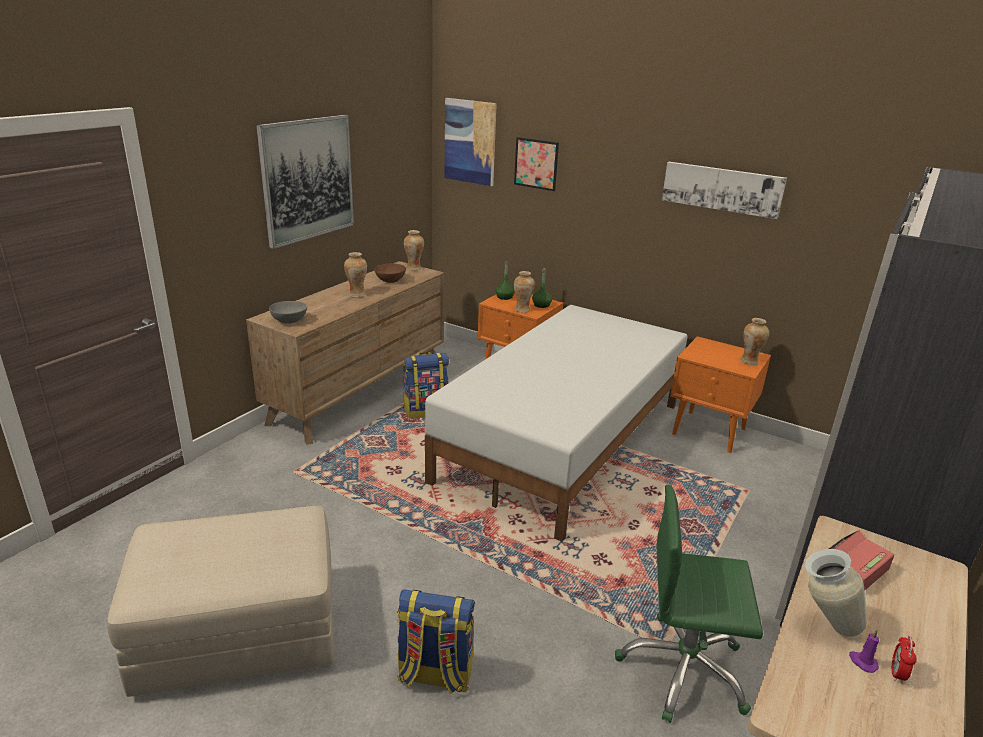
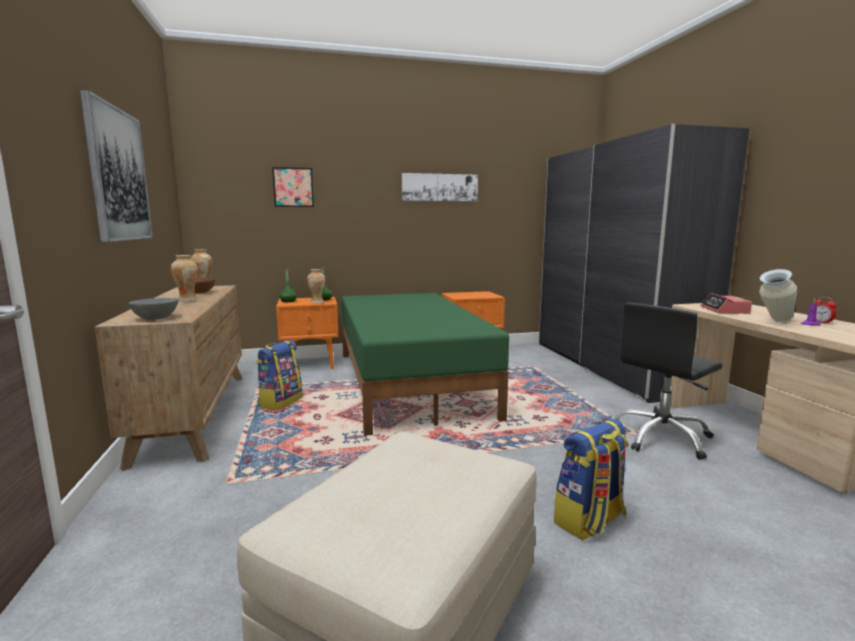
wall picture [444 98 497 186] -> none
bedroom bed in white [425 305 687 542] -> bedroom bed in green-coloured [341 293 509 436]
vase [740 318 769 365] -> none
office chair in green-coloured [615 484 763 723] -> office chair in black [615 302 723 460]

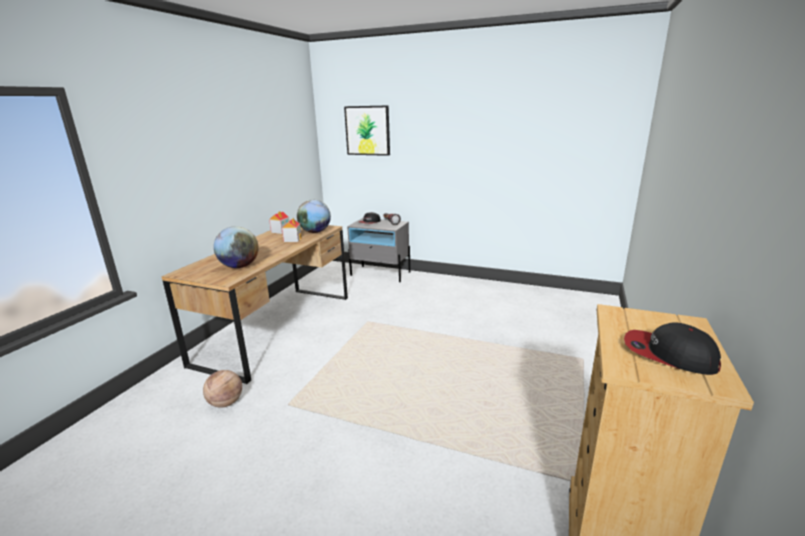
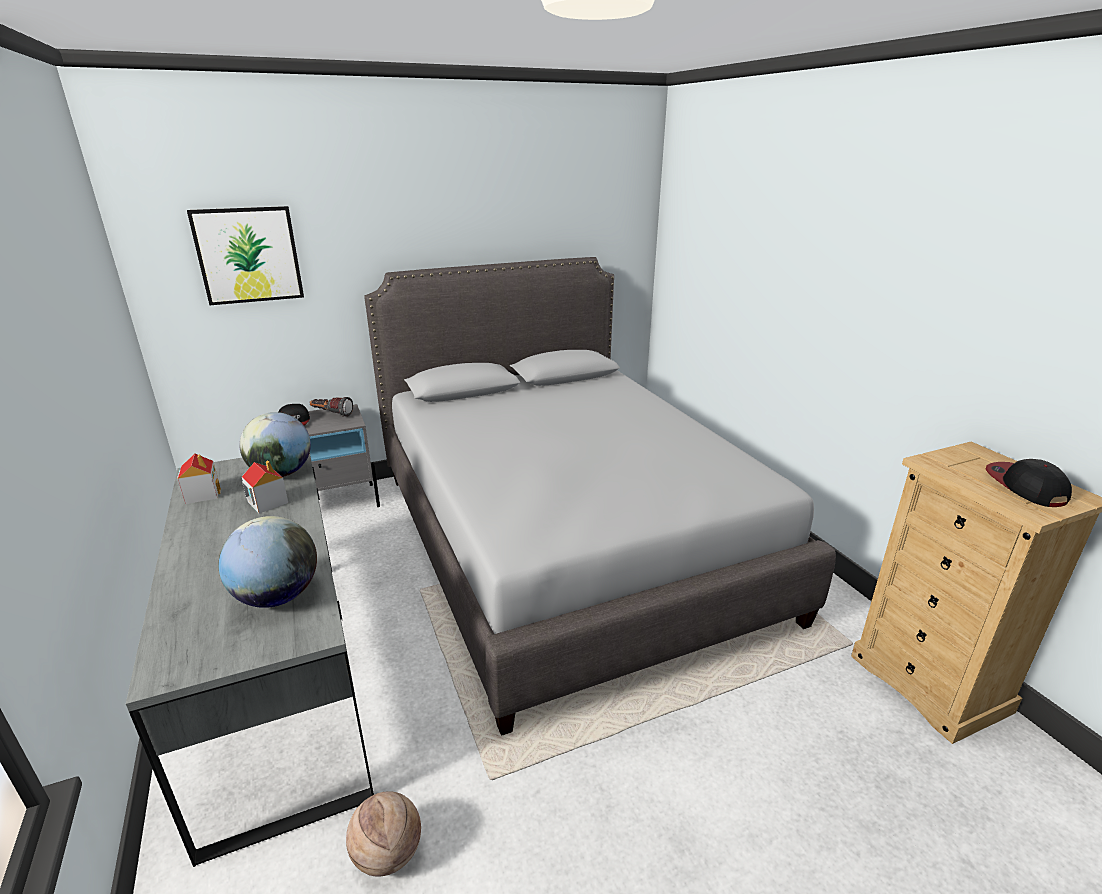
desk in brown-coloured [161 225 348 384] -> desk in grey [126 453 374 867]
baseball cap [624 322 721 375] -> baseball cap [986 459 1072 507], 90 degrees clockwise
none -> bedroom bed in grey [364 257 836 736]

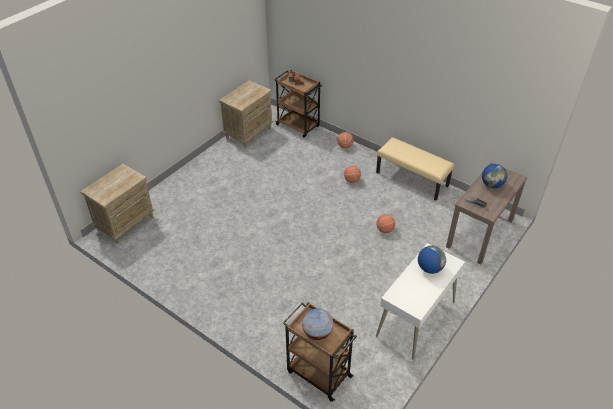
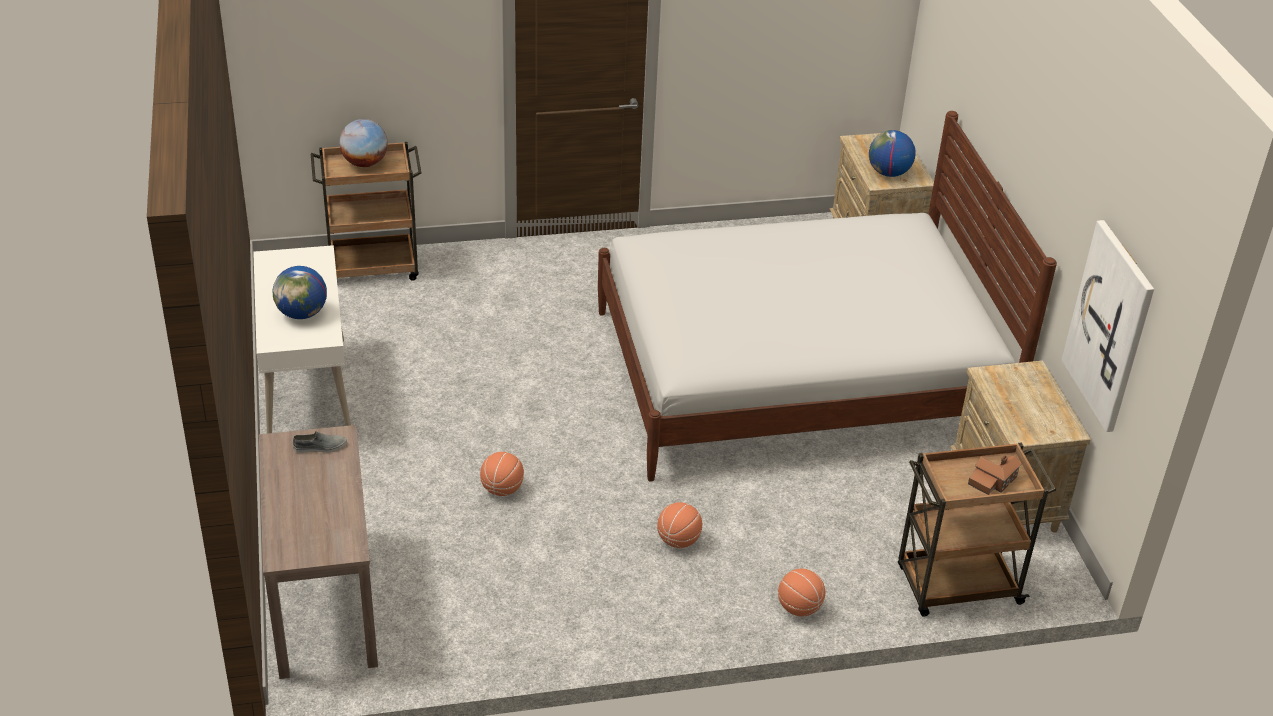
bench in beige [376 137 454 200] -> none
globe [482 164 507 188] -> globe [869 130 916 177], relocated
none -> bedroom bed in white [598 111 1057 482]
none -> wall picture [1062 220 1154 432]

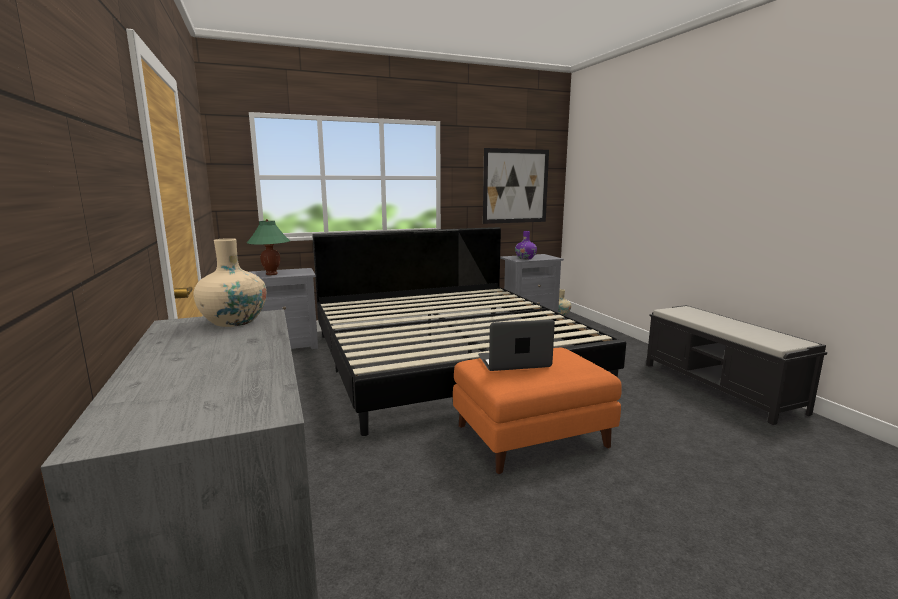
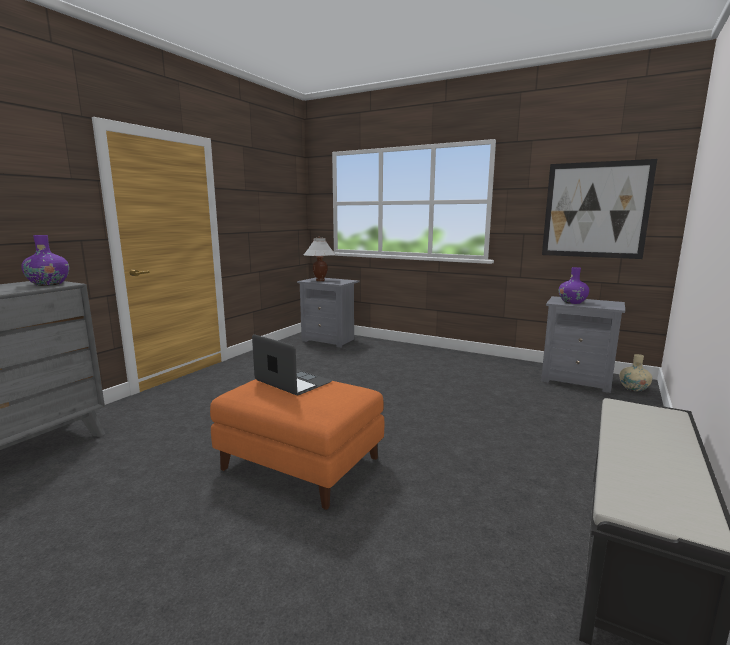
tabletop lamp in green-coloured [246 219 290 275] -> tabletop lamp in white [304 236 336 281]
bedroom bed [312 227 626 436] -> none
vase in beige [193 238 267 327] -> vase in purple [21 235 69 286]

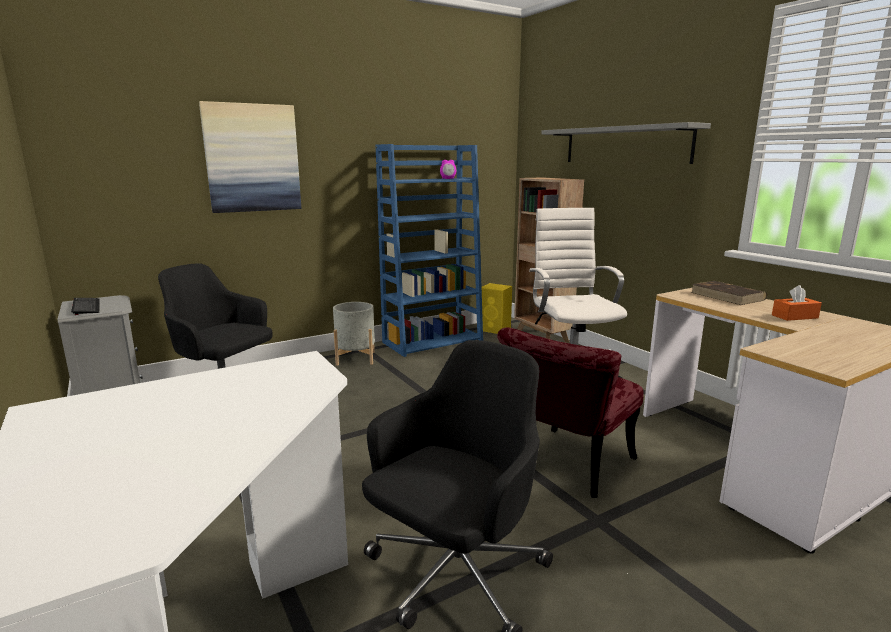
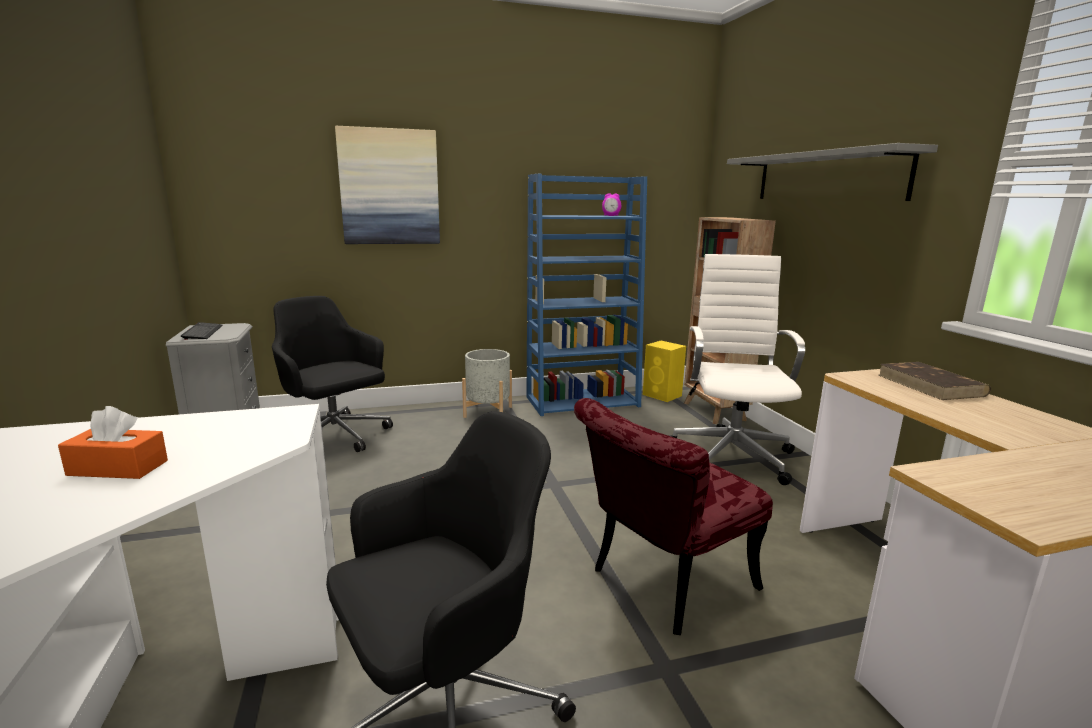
box of tissues in orange-coloured [772 285 822 321] -> box of tissues in orange-coloured [58 406 168 479], relocated

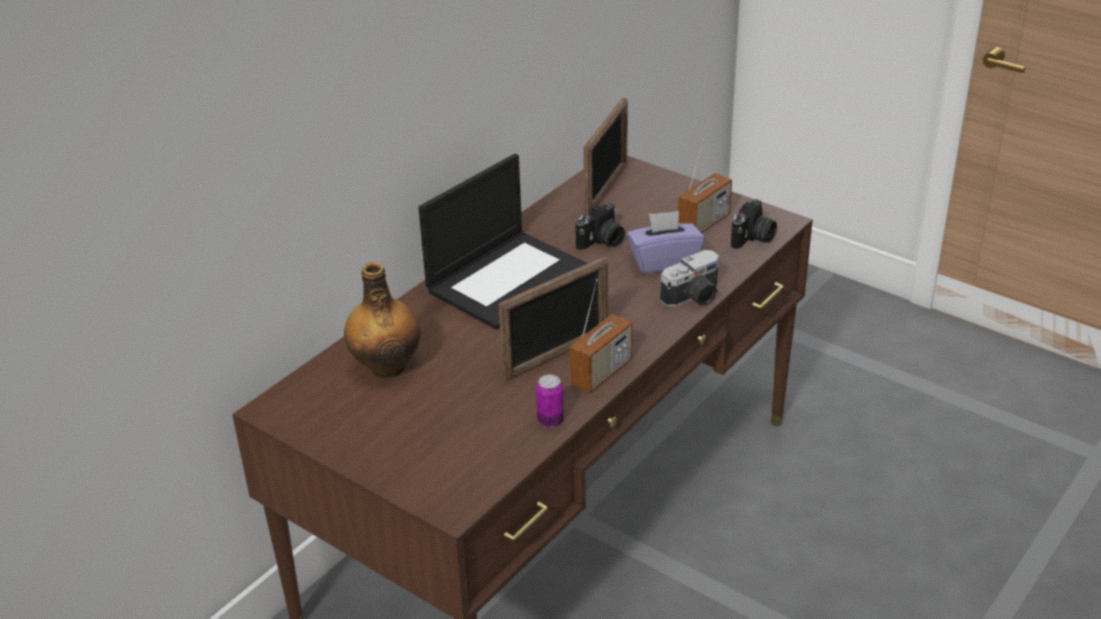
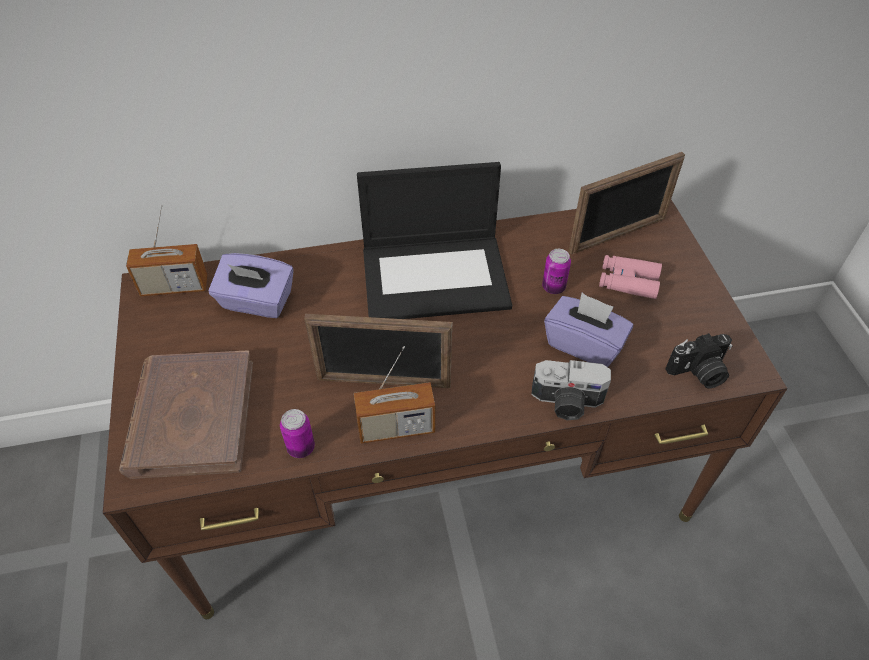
radio set [678 139 732 233] -> radio set [126 205 207 296], relocated
still camera [575 203 625 250] -> metal can [542 249 571 294]
beverage bottle [344 262 420 378] -> box of tissues in purple [208 253 294 318]
none -> pair of binoculars in pink-coloured [599 255 662 299]
none -> bound book in brown-coloured [119 350 253 479]

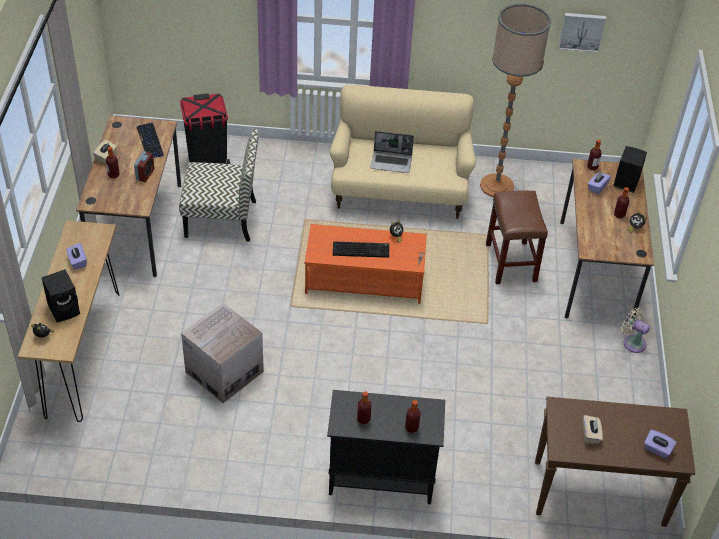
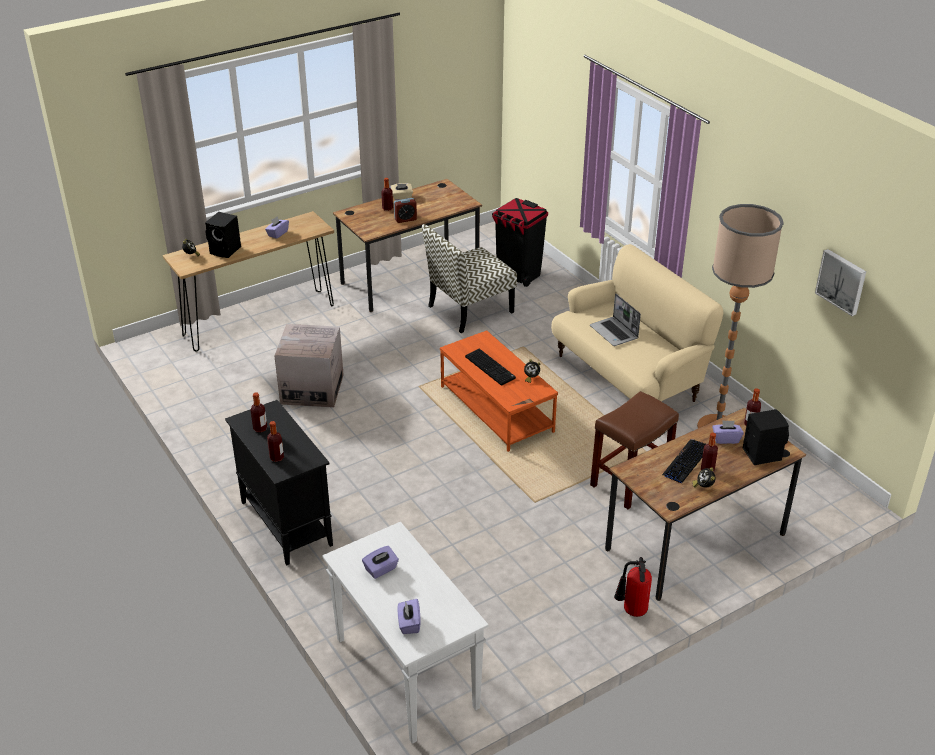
PC keyboard [137 123 164 158] -> PC keyboard [662 440 706 484], relocated
plain chair [179 129 259 242] -> plain chair [422 224 517 333], 90 degrees clockwise
fan in beige [621 308 650 353] -> extinguisher [614 557 652 617]
narrow table in brown-coloured [535 397 695 527] -> narrow table in white [322 522 489 744]
box of tissues in beige [583 415 603 444] -> box of tissues in purple [362 546 399 579]

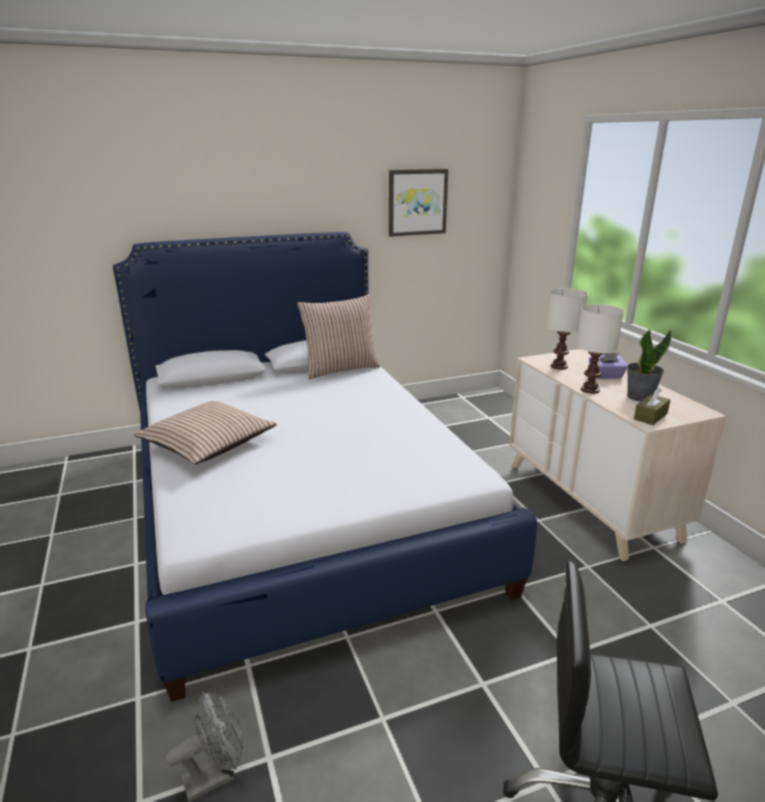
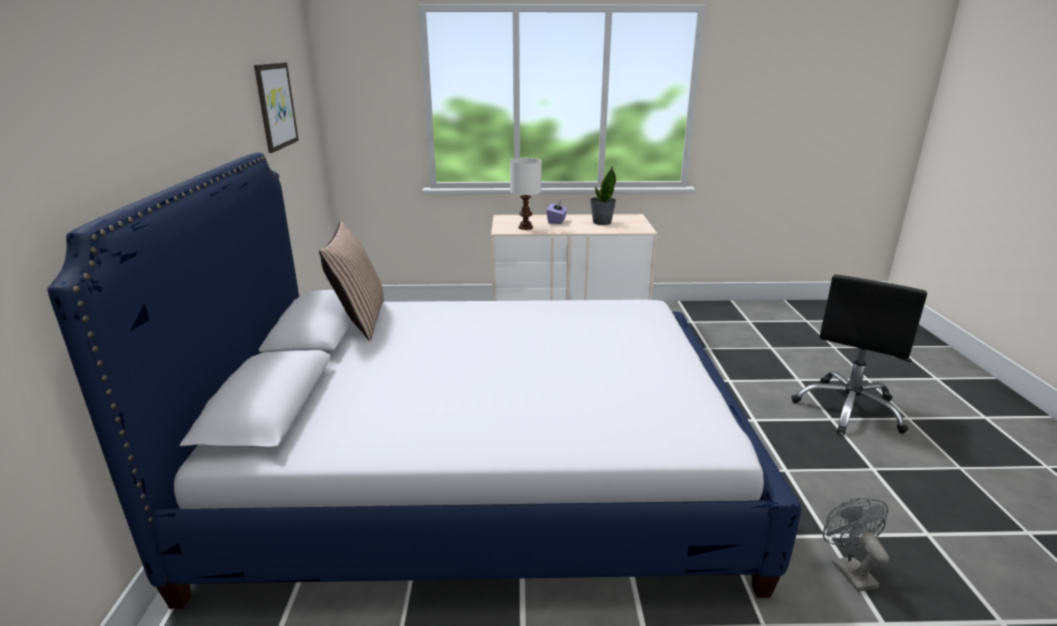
tabletop lamp in white [576 304 624 394] -> none
box of tissues in brown-coloured [634 388 670 425] -> none
cushion [134 401 277 464] -> none

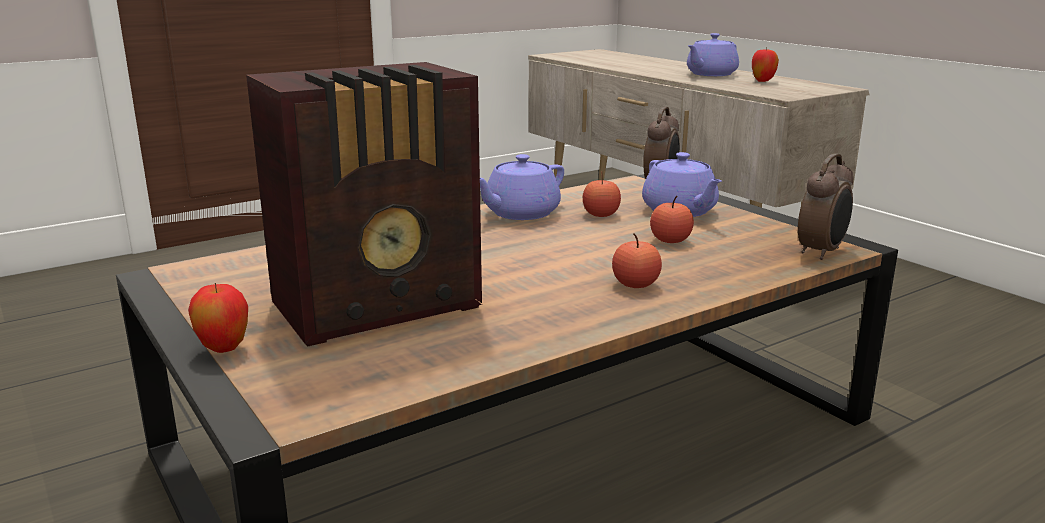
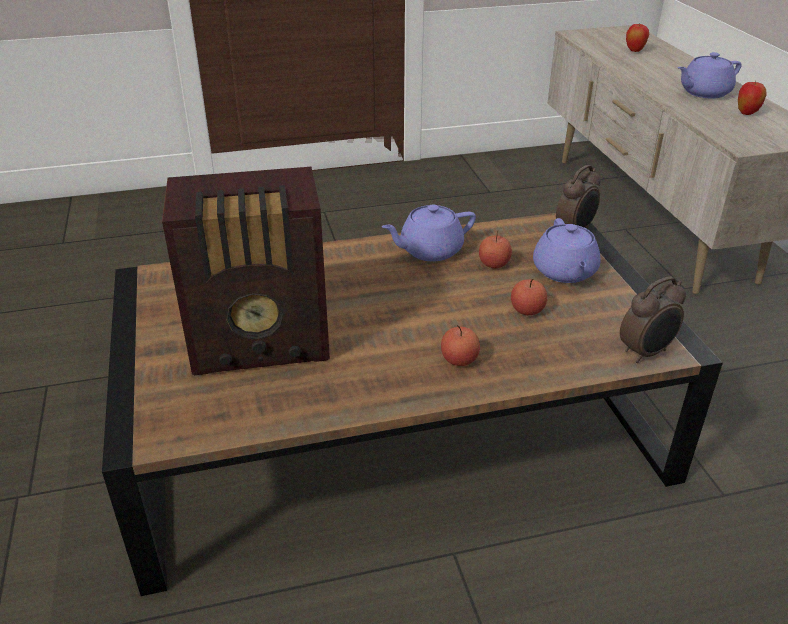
whole apple [188 283 248 353] -> whole apple [626 24 649 52], relocated

